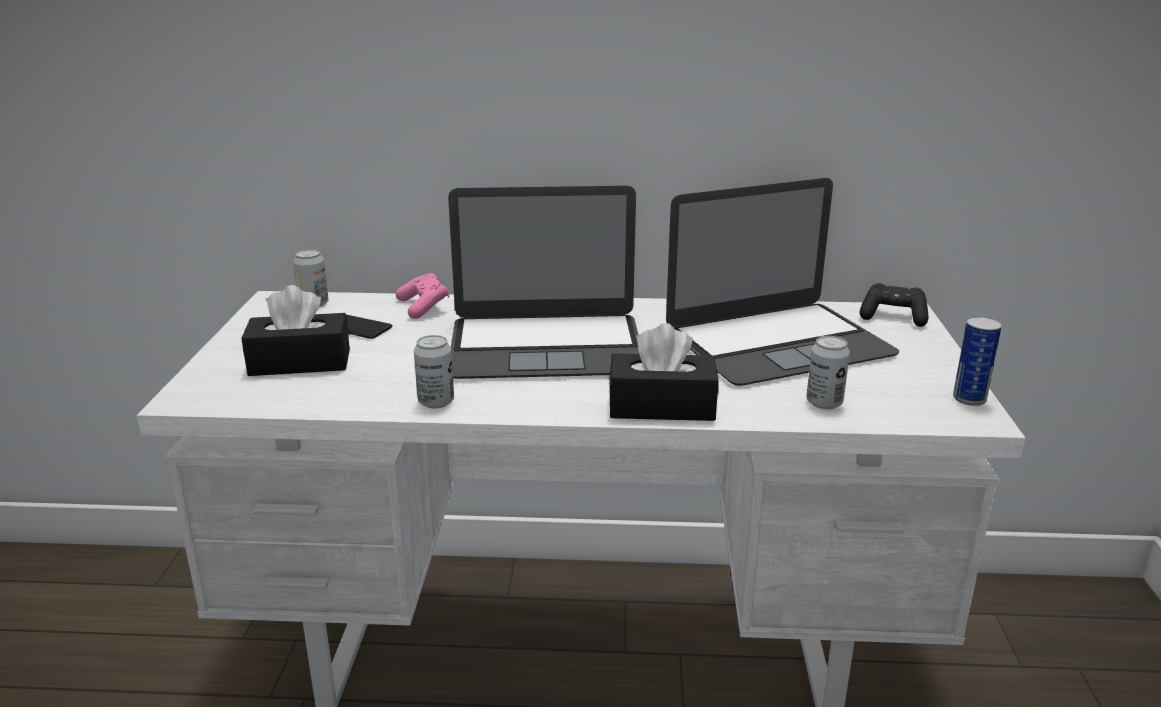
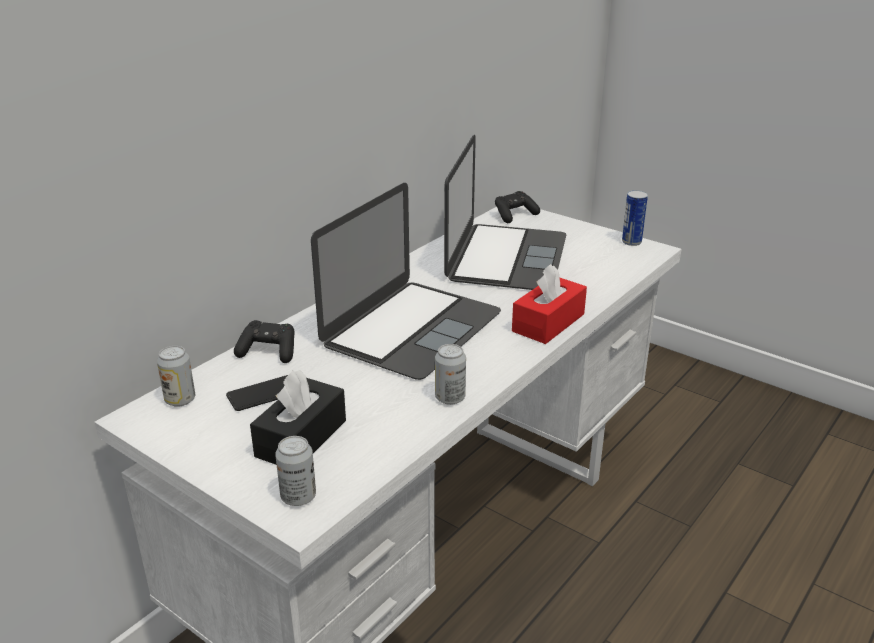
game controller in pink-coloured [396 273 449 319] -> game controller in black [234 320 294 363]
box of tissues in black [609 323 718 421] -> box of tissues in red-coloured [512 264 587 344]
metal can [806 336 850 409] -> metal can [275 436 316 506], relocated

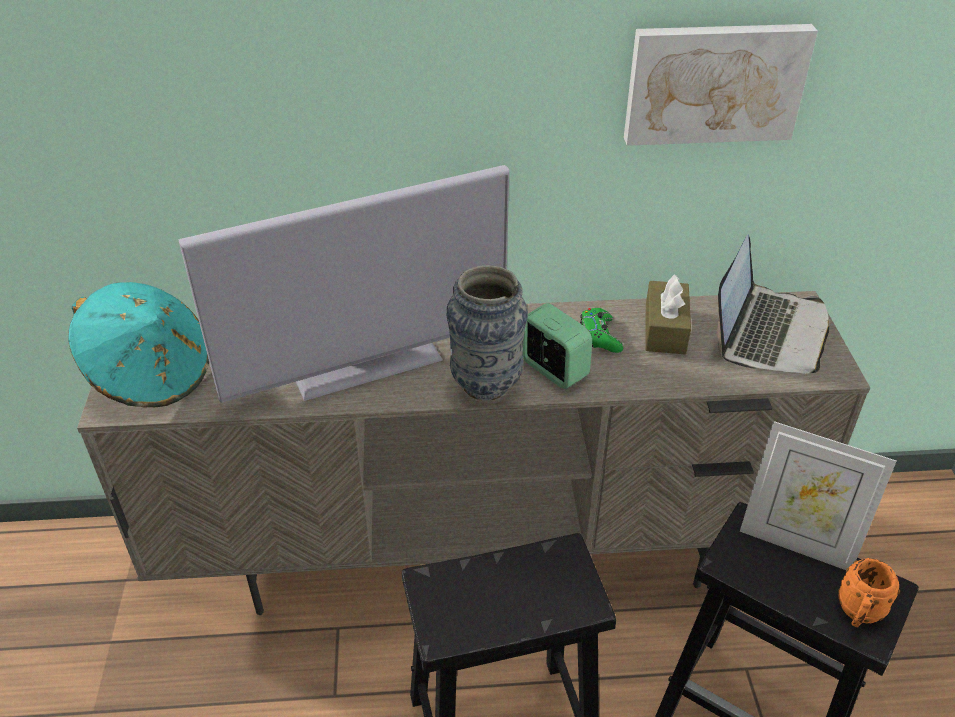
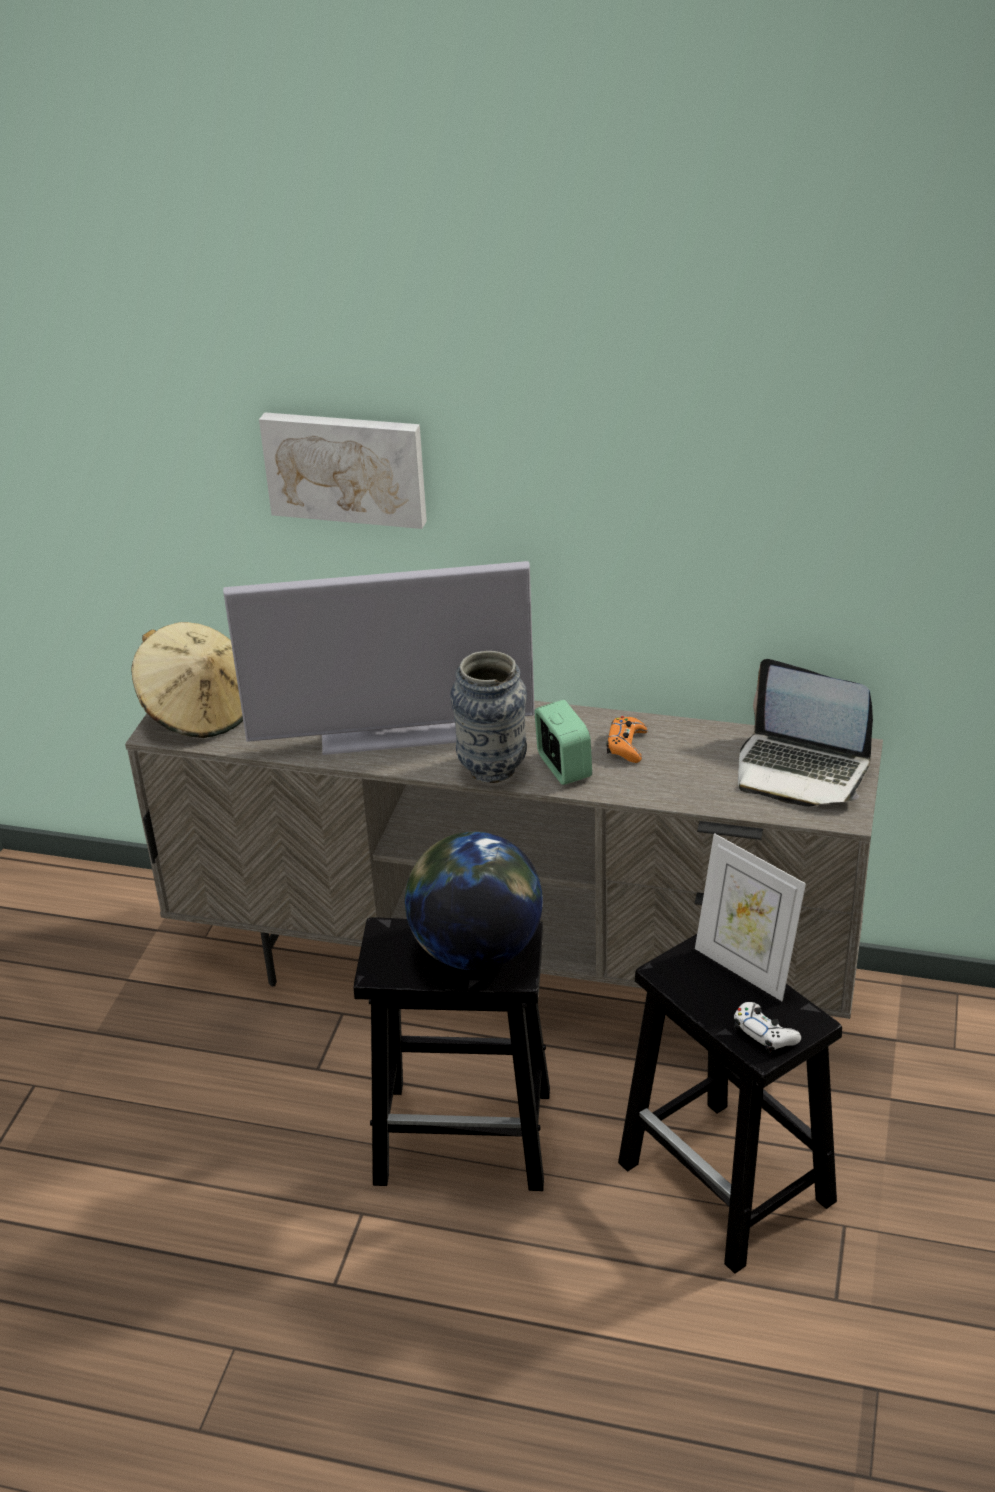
wall picture [624 24 818 146] -> wall picture [259 412 427 529], relocated
laptop [717 234 829 374] -> laptop [738 659 873 807], 75 degrees clockwise
box of tissues in brown-coloured [645 274 691 354] -> none
hat in blue-green [68 282 209 408] -> hat in beige [132 622 243 738]
game controller in green-coloured [580 308 623 353] -> game controller in orange-coloured [606 716 648 763]
coffee mug in orange-coloured [838 558 900 627] -> game controller in white [734 1002 801 1053]
none -> globe [405 832 543 970]

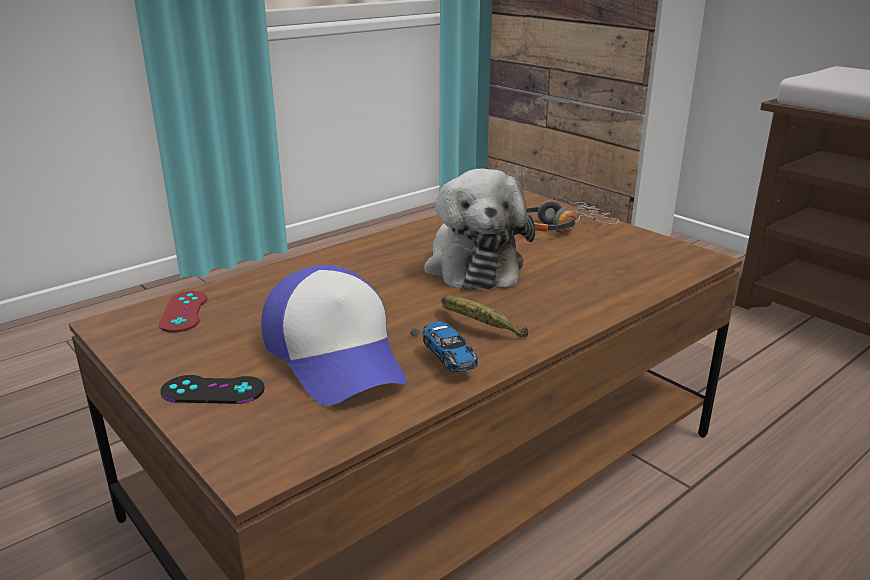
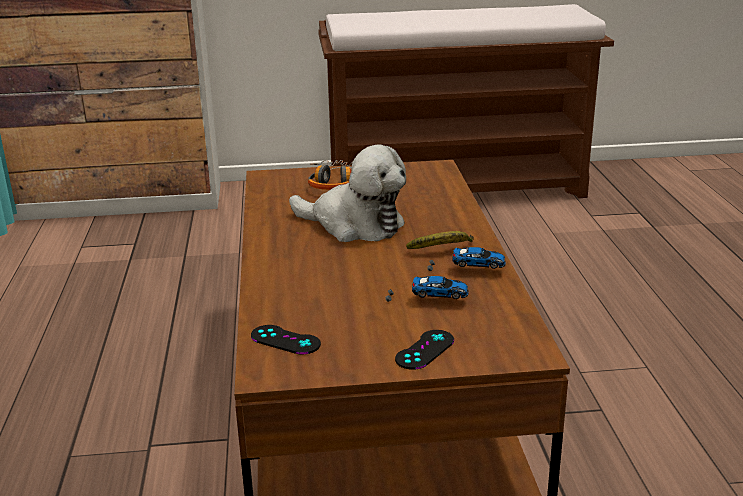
baseball cap [261 265 406 405] -> toy car [385 276 469 302]
game controller in red-coloured [159 291 207 333] -> game controller in black [251 325 321 354]

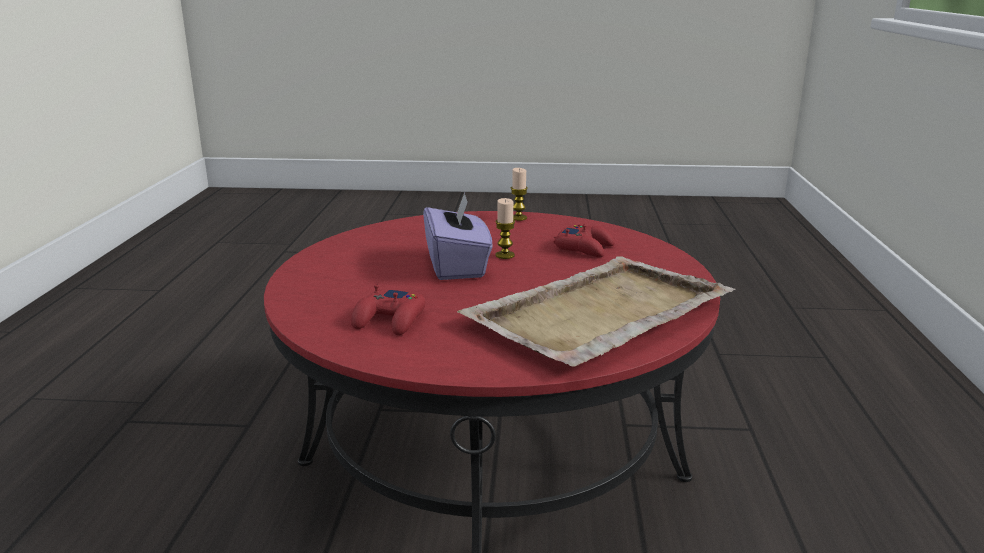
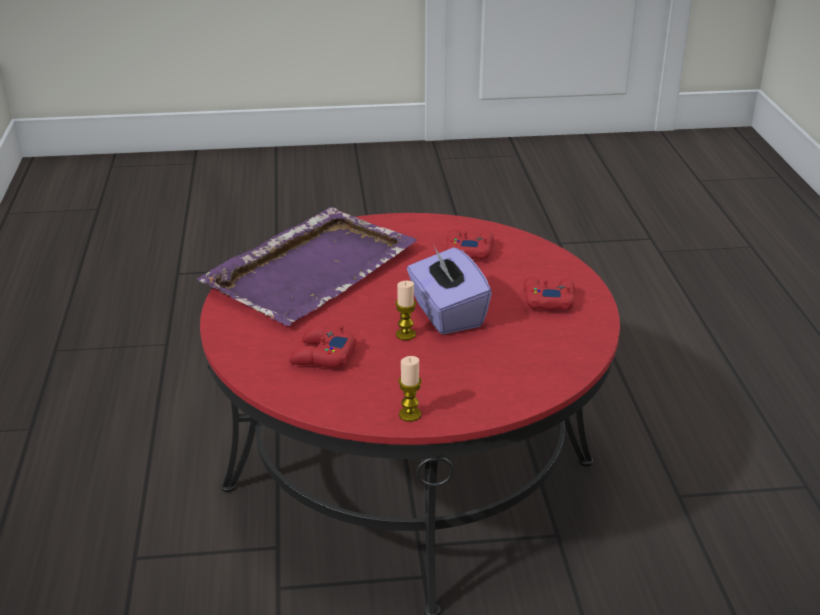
serving tray in beige [457 256 735 367] -> serving tray in purple [197 207 417 326]
none -> game controller in red-coloured [524 277 575 310]

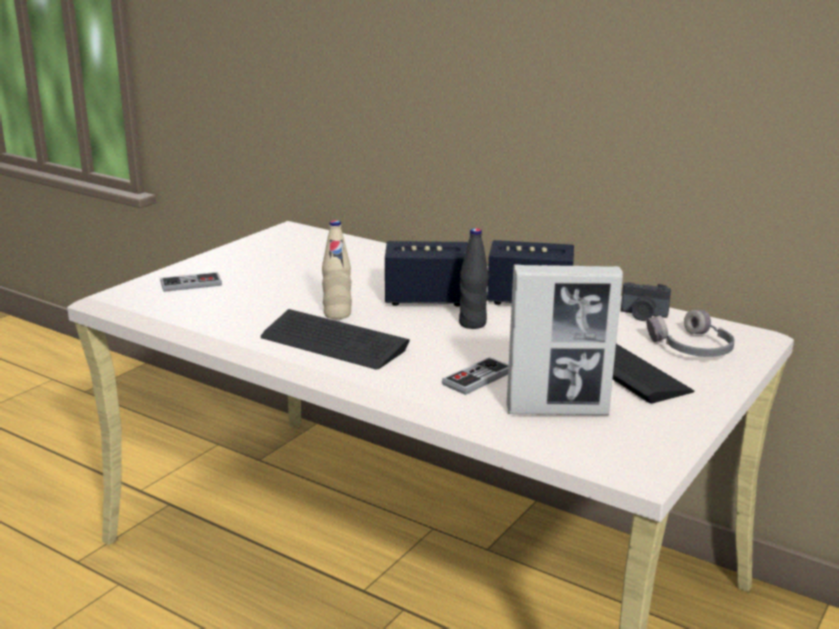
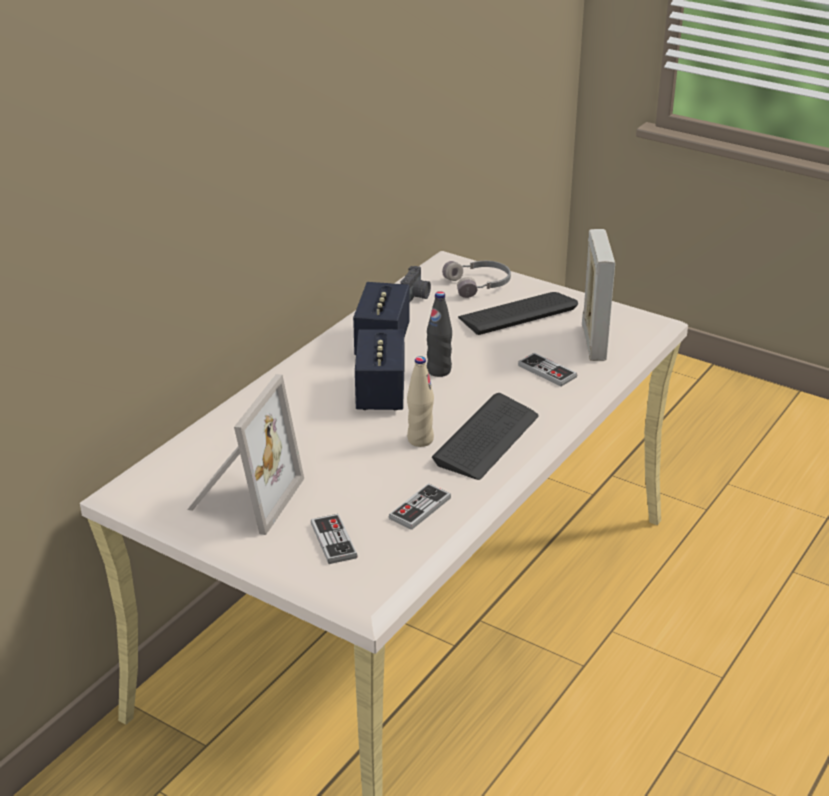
none -> picture frame [187 374 304 535]
none -> game controller [389 483 451 530]

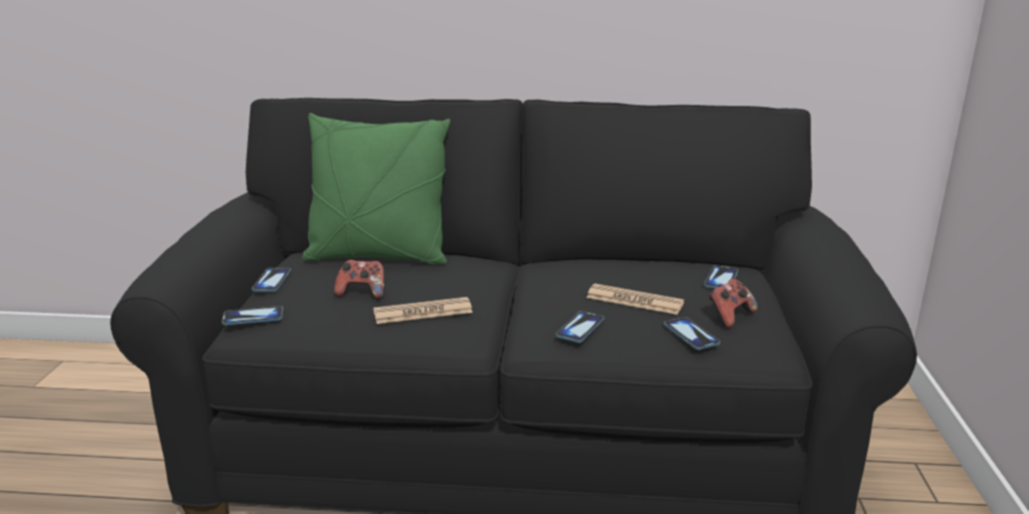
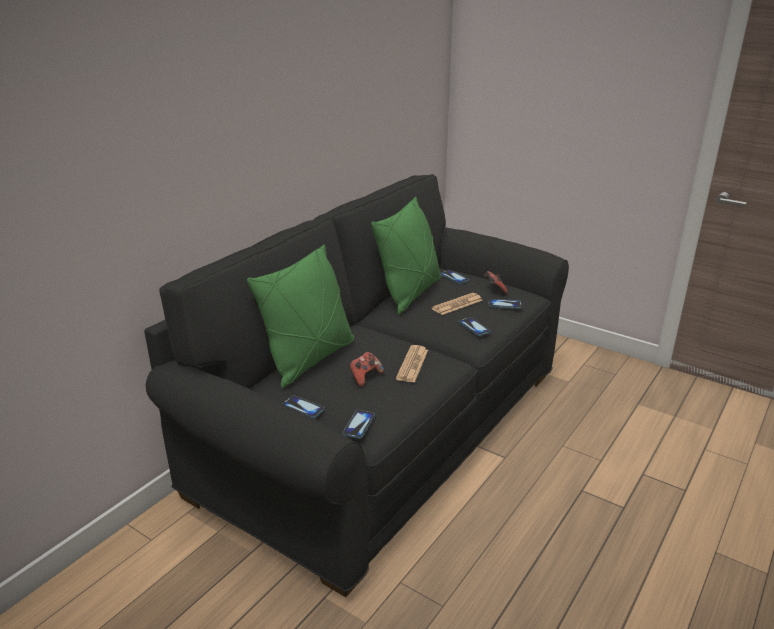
none -> cushion in green-coloured [371 197 441 314]

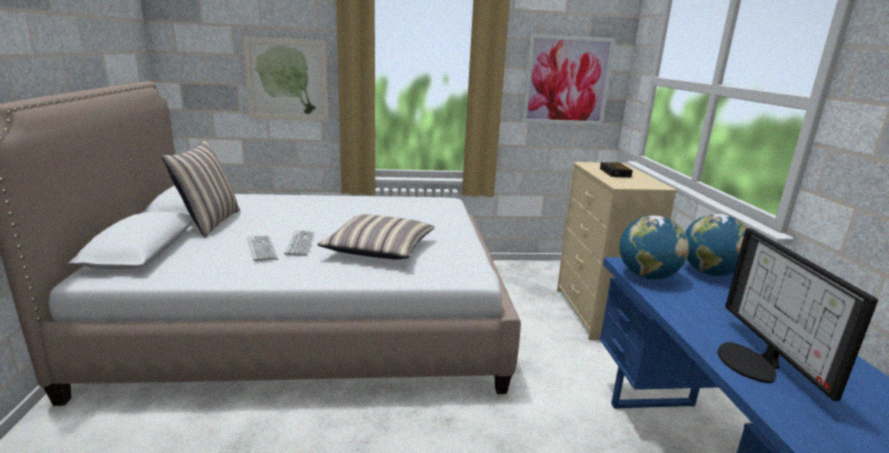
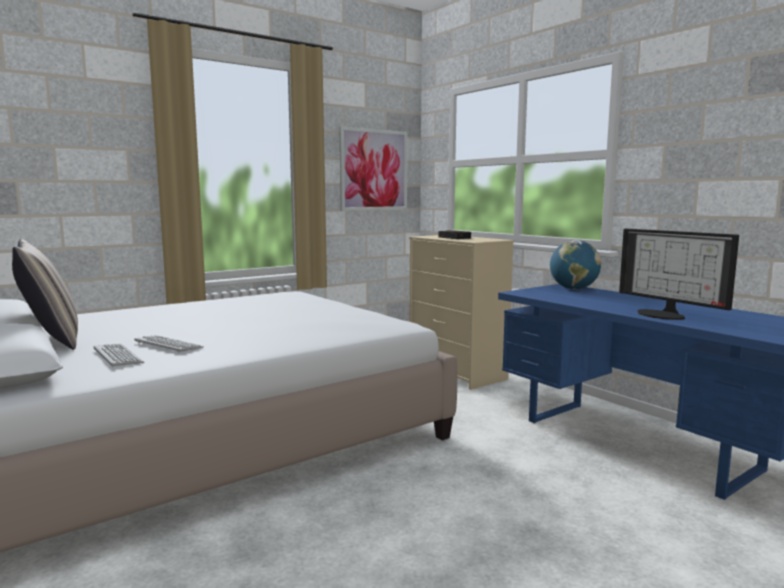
wall picture [243 37 328 121] -> none
cushion [317 214 435 260] -> none
globe [619 215 689 279] -> none
PC keyboard [284 230 315 256] -> PC keyboard [94 344 144 367], relocated

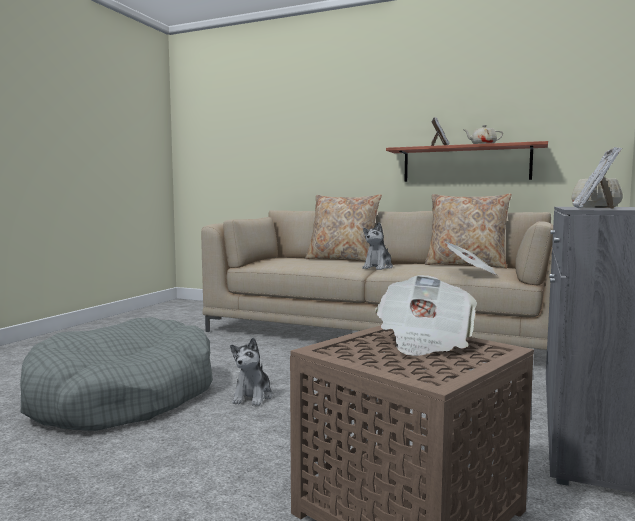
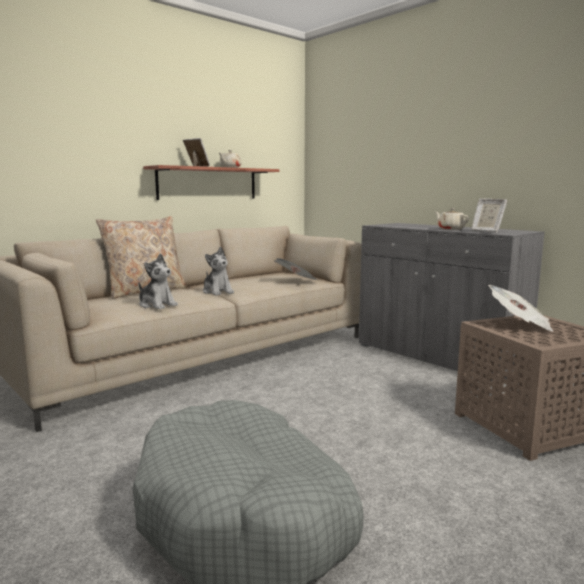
cushion in beige [425 193 512 269] -> none
soft toy [230 337 273 406] -> soft toy [139 254 178 309], relocated

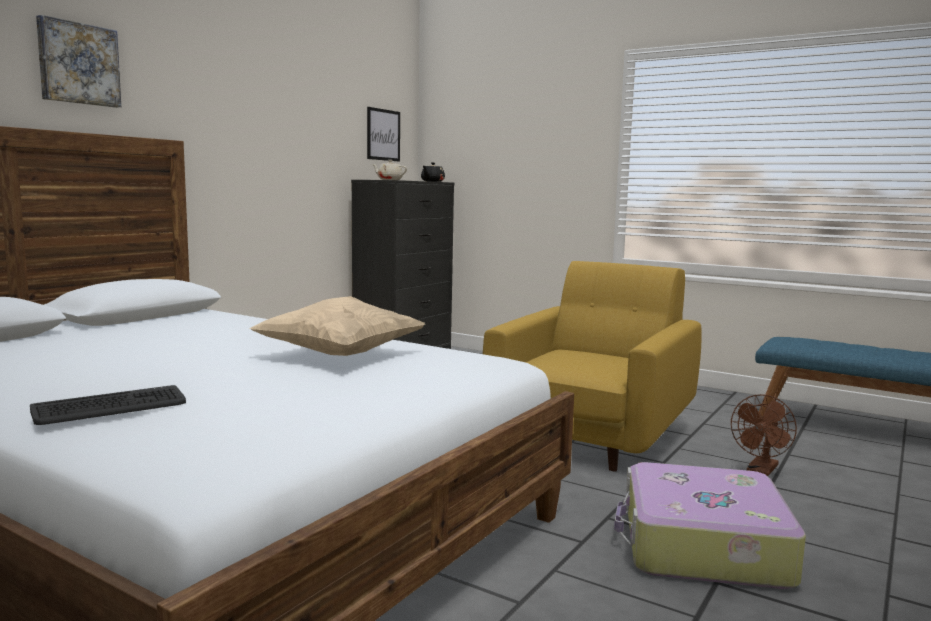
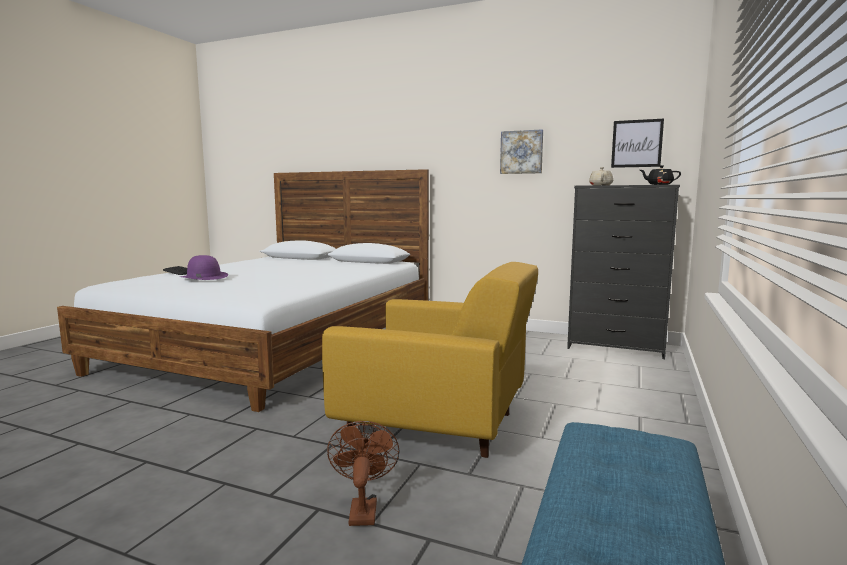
wall picture [36 15 121 108] -> wall picture [500 129 543 174], relocated
cushion in beige [249 296 426 356] -> none
fan in brown-coloured [731 394 797 476] -> fan in brown-coloured [327 421 400 526], 60 degrees clockwise
suitcase [614 462 806 589] -> none
none -> hat in purple [181 255 228 280]

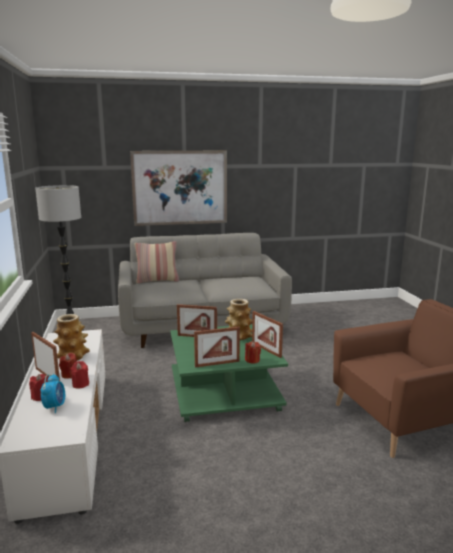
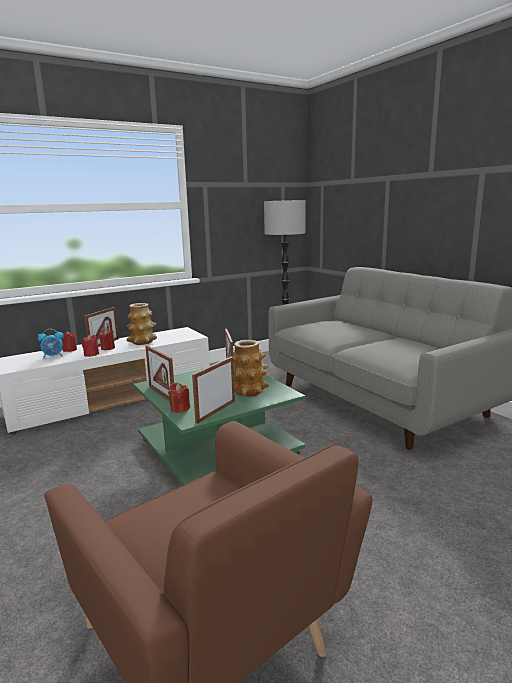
wall picture [130 151 227 226] -> none
cushion [135 241 179 284] -> none

